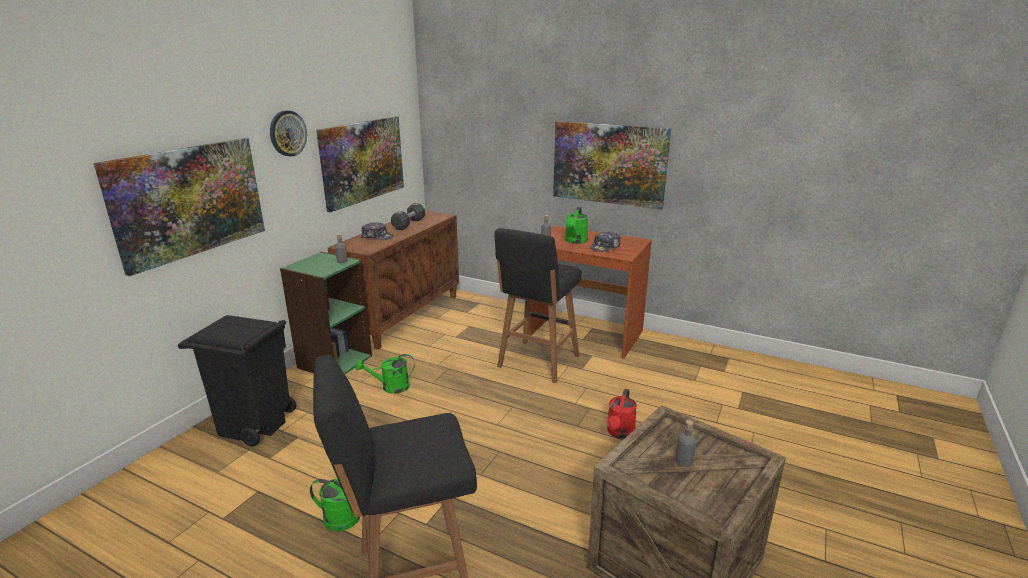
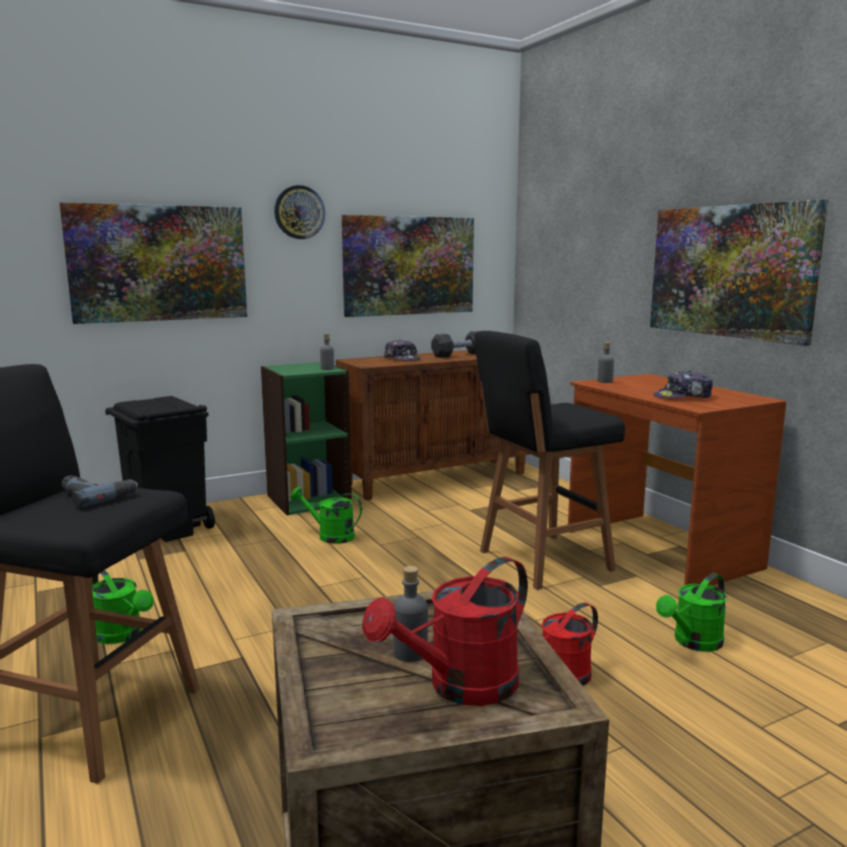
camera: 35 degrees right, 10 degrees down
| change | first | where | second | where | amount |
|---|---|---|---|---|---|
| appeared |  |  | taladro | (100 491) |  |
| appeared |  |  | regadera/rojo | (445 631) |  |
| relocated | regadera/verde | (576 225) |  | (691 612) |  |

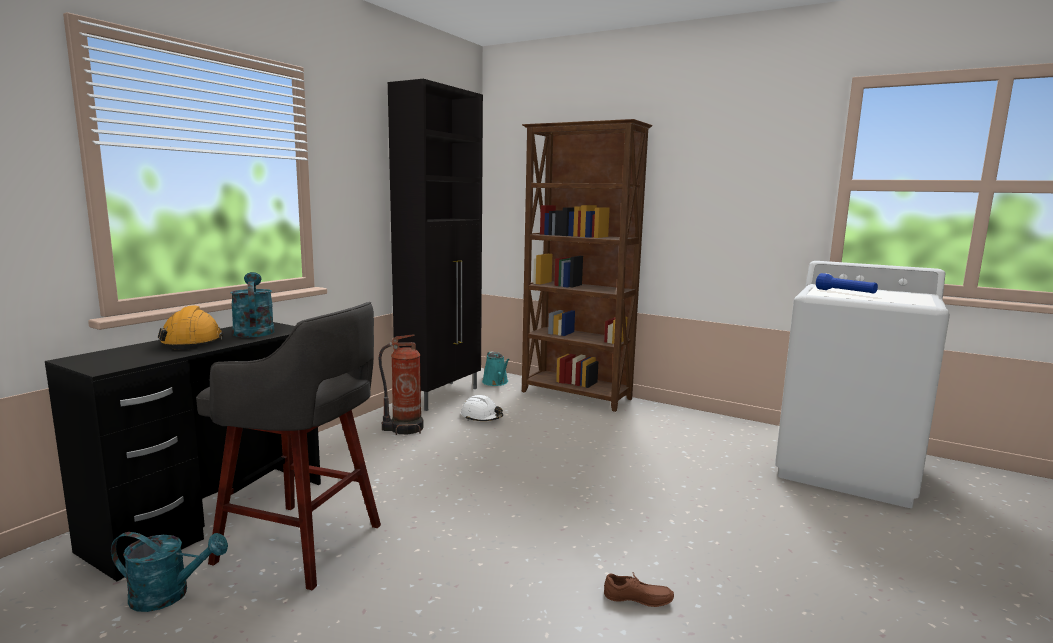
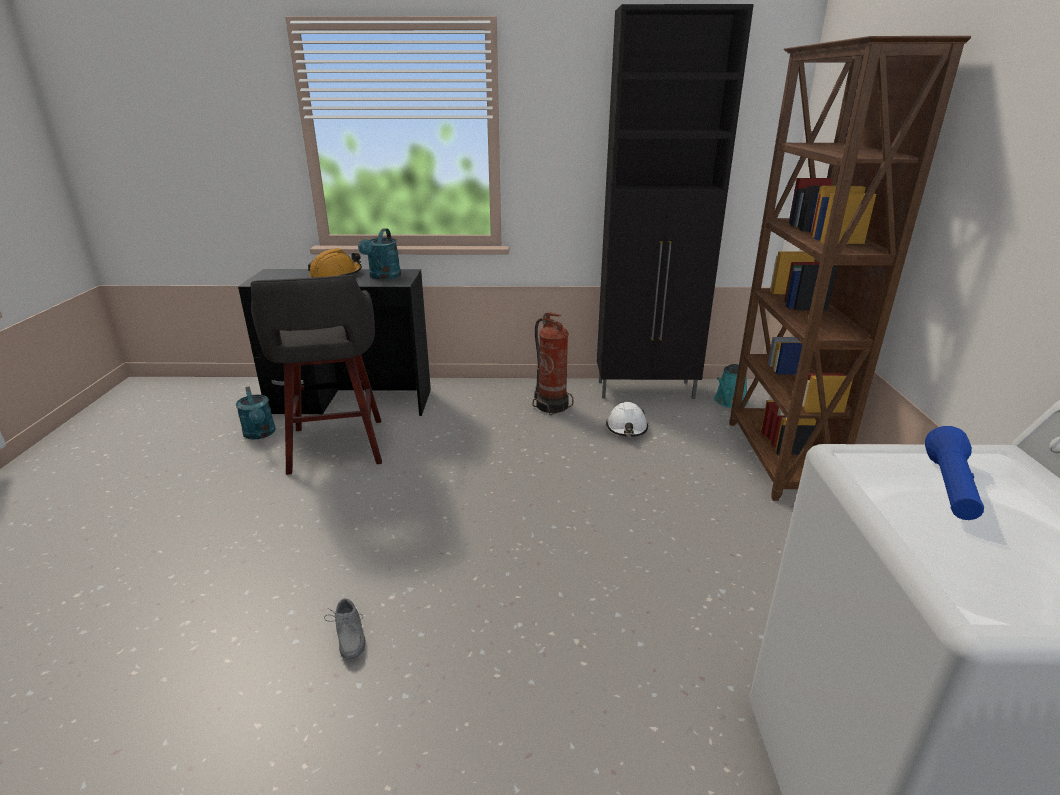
camera: 60 degrees right, 15 degrees up
| change | first | where | second | where | amount |
|---|---|---|---|---|---|
| colour | zapato/marrón | (639 589) | zapato/gris | (345 629) |  |
| spun | regadera/turquesa | (252 304) |  | (379 254) | 150 degrees clockwise |

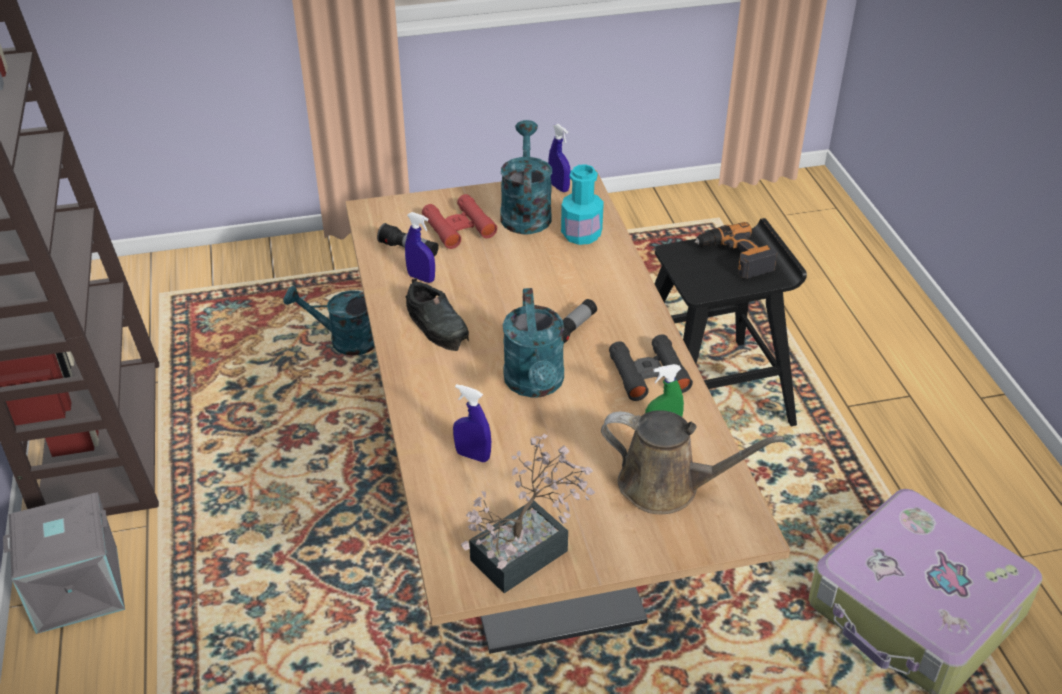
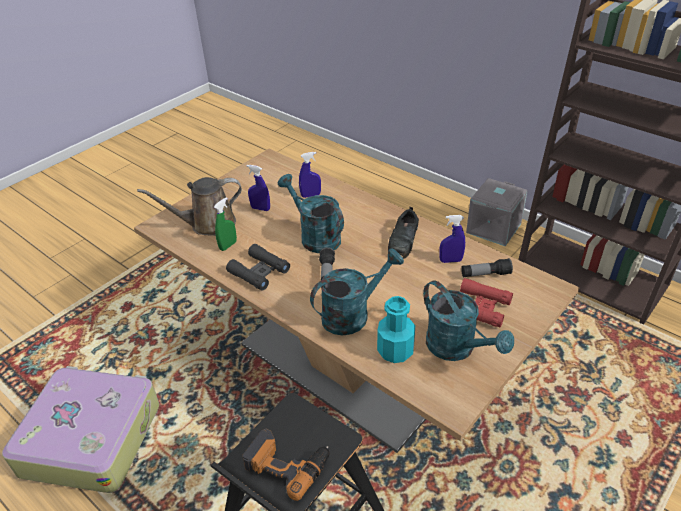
camera: 145 degrees right, 0 degrees up
| change | first | where | second | where | amount |
|---|---|---|---|---|---|
| relocated | pulverizador/azul | (559 158) |  | (258 188) |  |
| relocated | regadera/turquesa | (329 321) |  | (357 291) |  |
| spun | zapato/negro | (437 314) |  | (403 233) | 90 degrees counterclockwise |
| missing | planta en maceta | (528 513) |  |  |  |

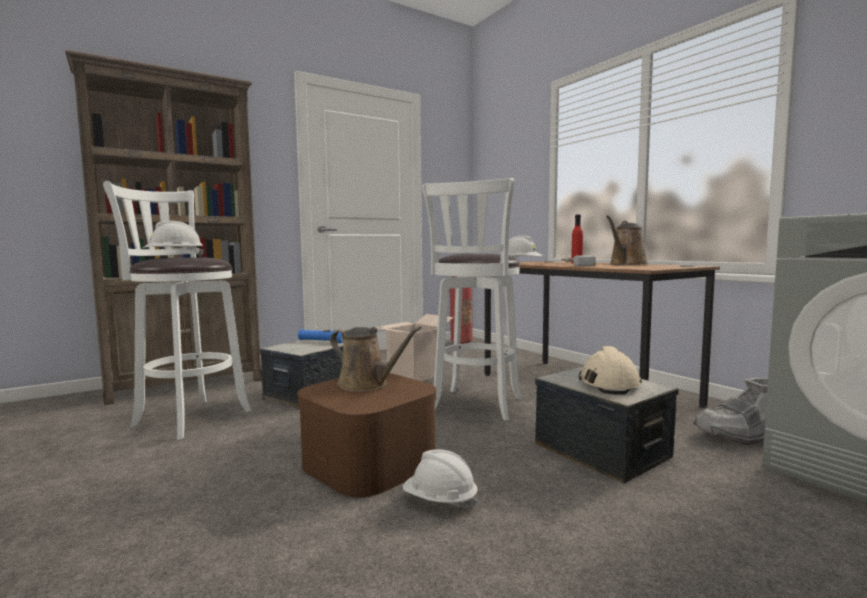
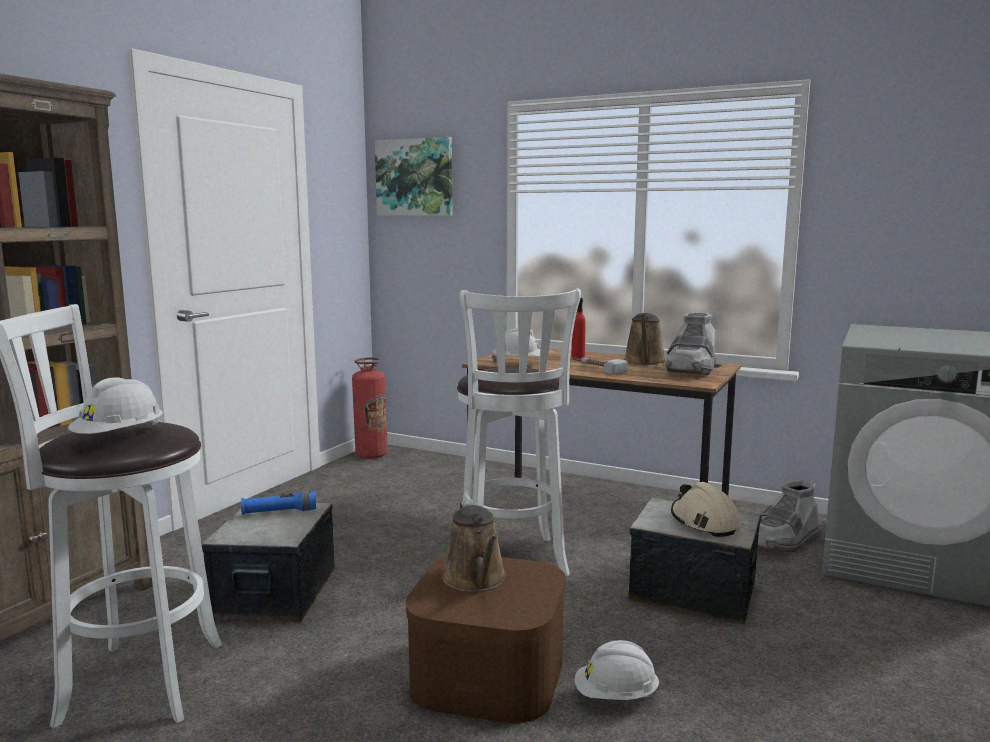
camera: 30 degrees left, 5 degrees up
| change | first | where | second | where | amount |
|---|---|---|---|---|---|
| appeared |  |  | cuadro | (414 176) |  |
| spun | regadera/marrón | (375 359) |  | (474 546) | 75 degrees clockwise |
| appeared |  |  | bota/gris | (691 343) |  |
| missing | caja de cartón | (412 347) |  |  |  |

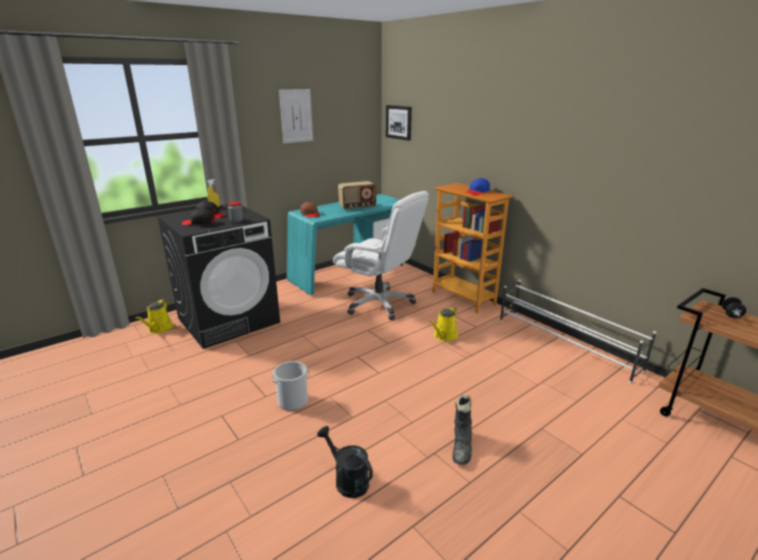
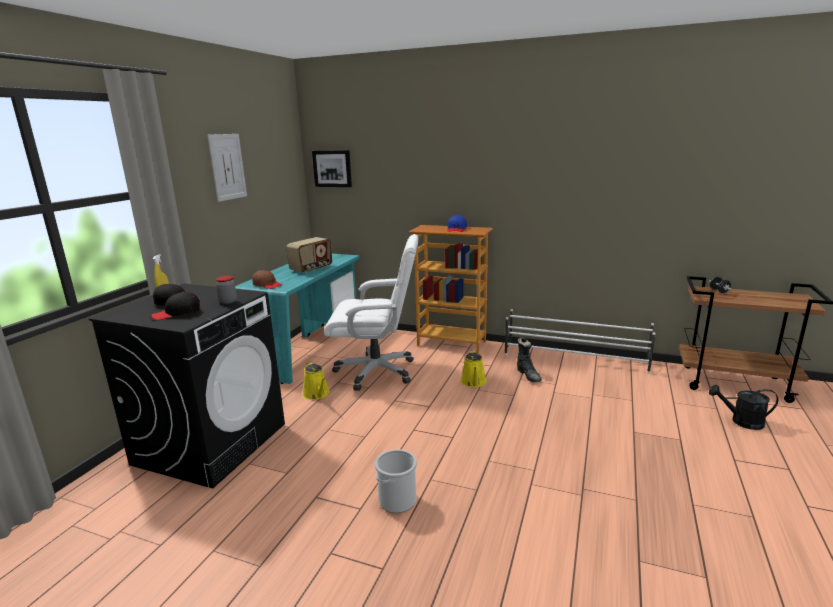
camera: 30 degrees left, 5 degrees down
| change | first | where | second | where | amount |
|---|---|---|---|---|---|
| relocated | regadera/amarillo | (154 316) |  | (316 380) |  |
| relocated | bota/negro | (462 430) |  | (529 360) |  |
| relocated | regadera/negro | (345 462) |  | (743 407) |  |

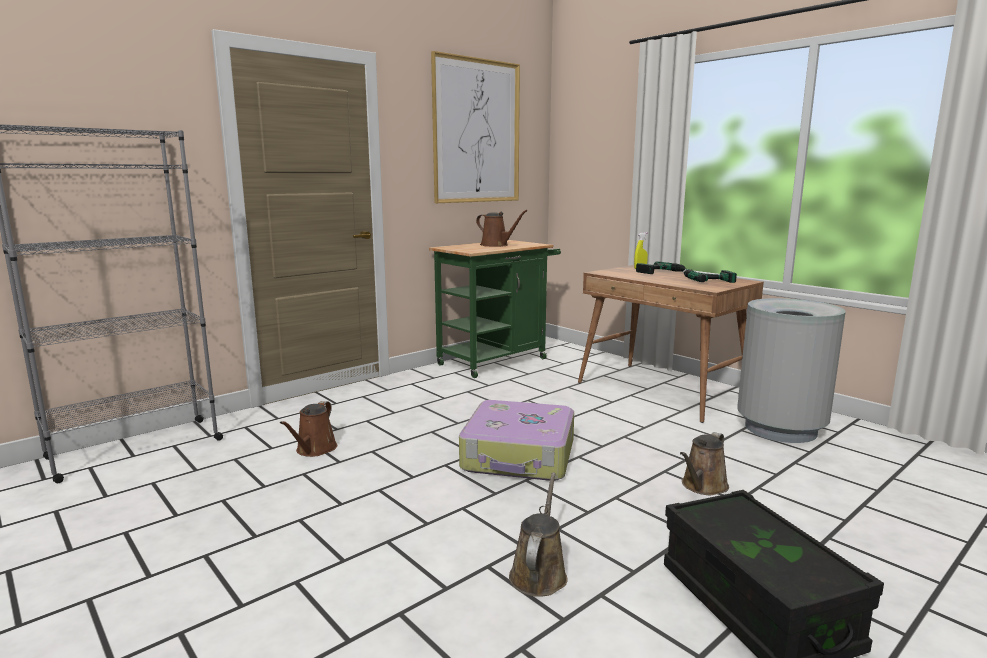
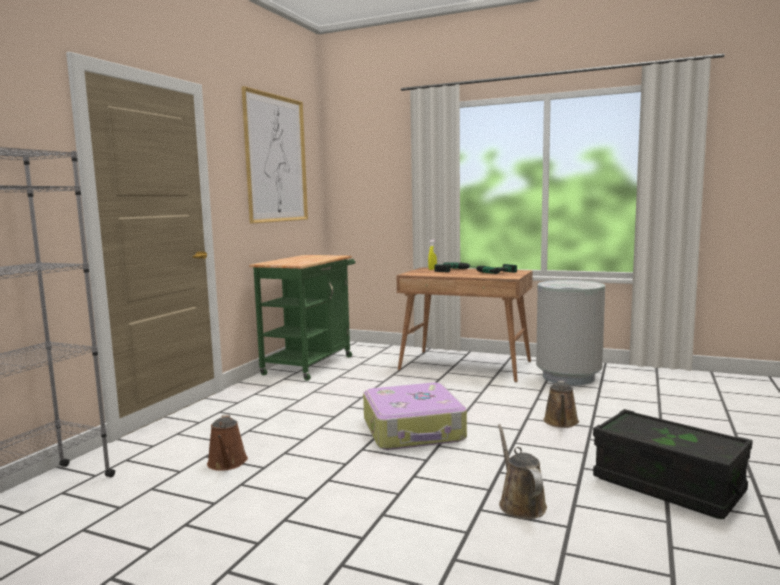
camera: 25 degrees left, 5 degrees down
| change | first | where | second | where | amount |
|---|---|---|---|---|---|
| missing | regadera/marrón | (501 228) |  |  |  |

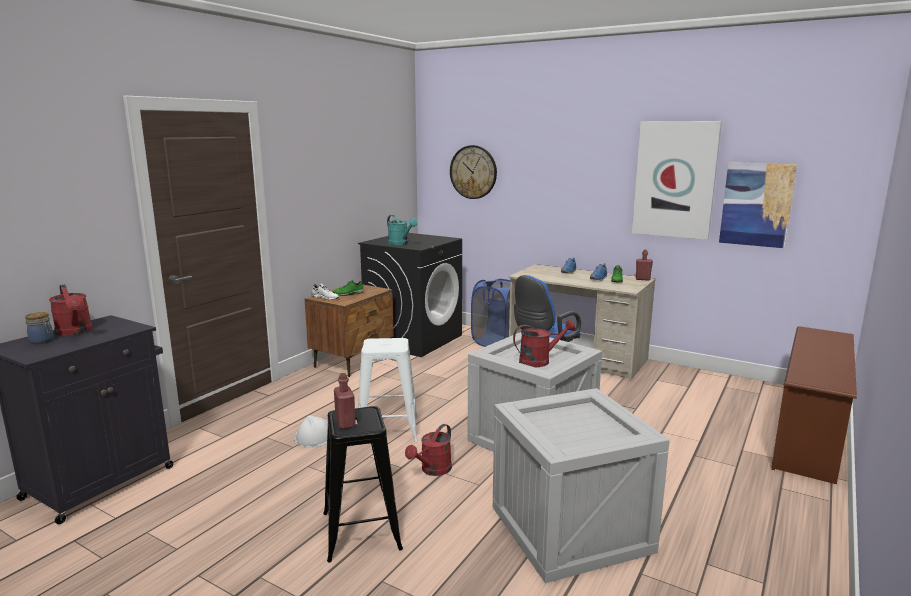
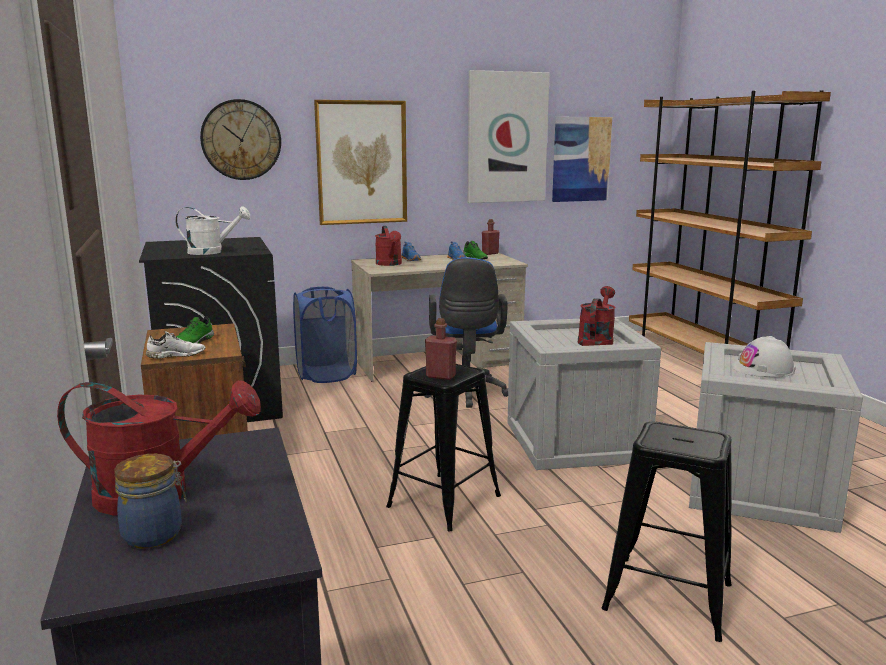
camera: 50 degrees left, 0 degrees up
| change | first | where | second | where | amount |
|---|---|---|---|---|---|
| colour | regadera/turquesa | (402 230) | regadera/blanco | (213 230) |  |
| appeared |  |  | cuadro | (360 162) |  |
| relocated | regadera/rojo | (428 450) |  | (388 246) |  |
| colour | taburete/blanco | (387 390) | taburete/negro | (443 448) |  |
| relocated | botella/rojo | (345 401) |  | (441 349) |  |
| exchanged | zapatero/marrón | (814 405) | estantería/marrón | (730 222) |  |
| relocated | casco/blanco | (311 431) |  | (764 356) |  |

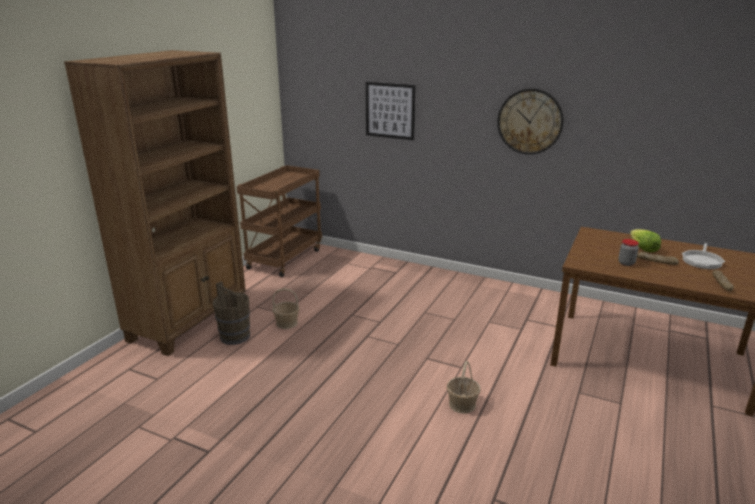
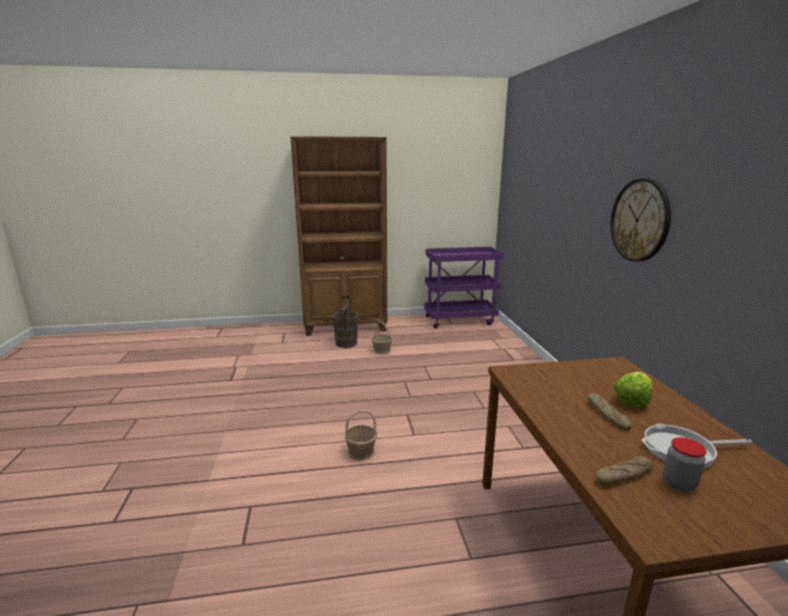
camera: 55 degrees right, 5 degrees down
| change | first | where | second | where | amount |
|---|---|---|---|---|---|
| colour | carrito/marrón | (279 221) | carrito/morado | (463 288) |  |
| relocated | tarro | (628 252) |  | (684 464) |  |
| missing | cuadro | (391 111) |  |  |  |

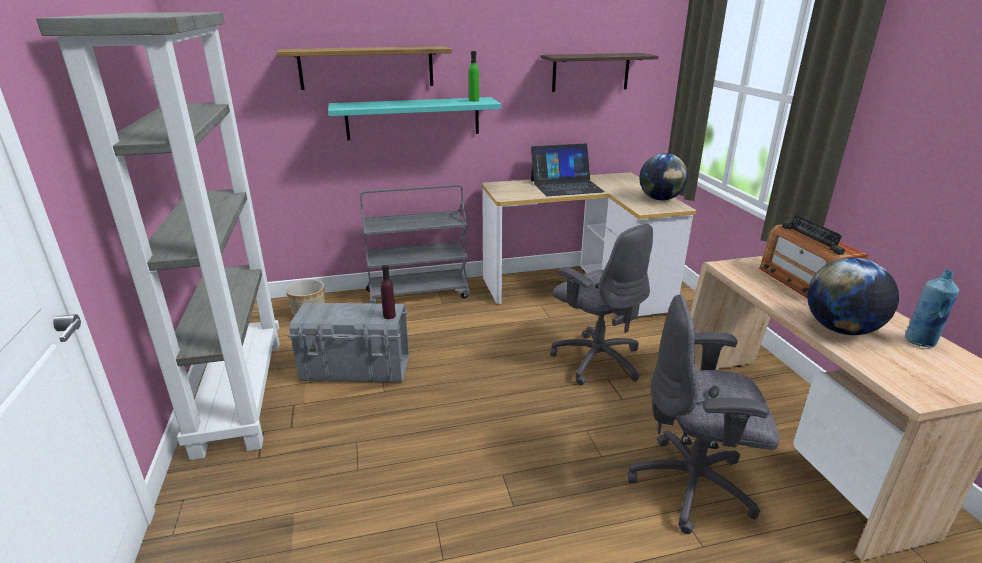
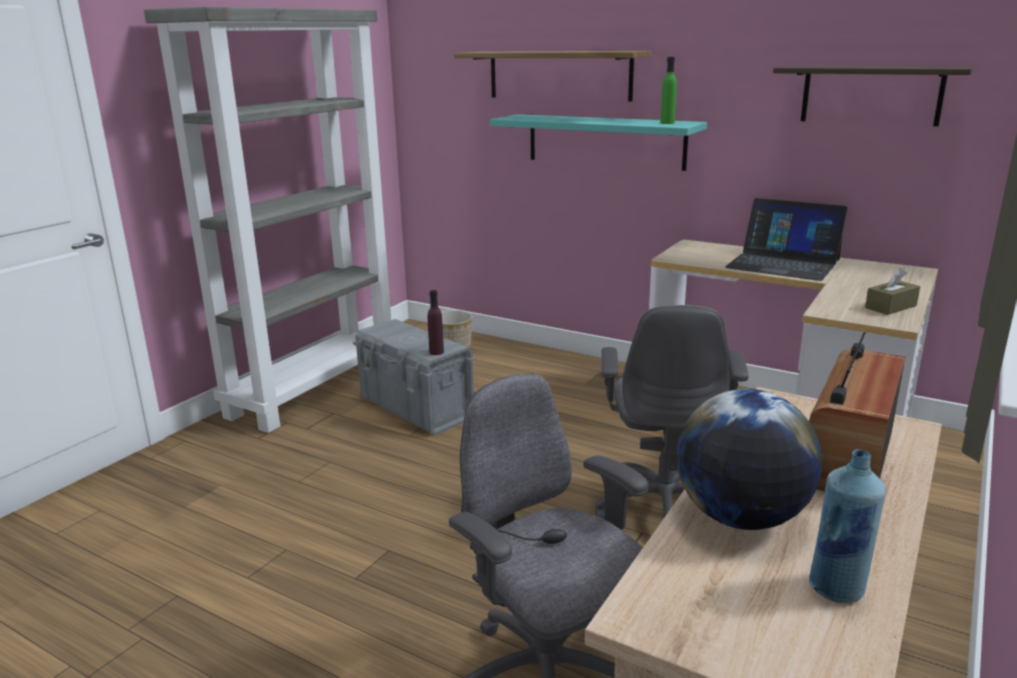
camera: 45 degrees right, 5 degrees down
| change | first | where | second | where | amount |
|---|---|---|---|---|---|
| exchanged | globo terráqueo | (663 176) | caja de pañuelos/marrón | (892 291) |  |
| missing | carrito/gris | (415 244) |  |  |  |

